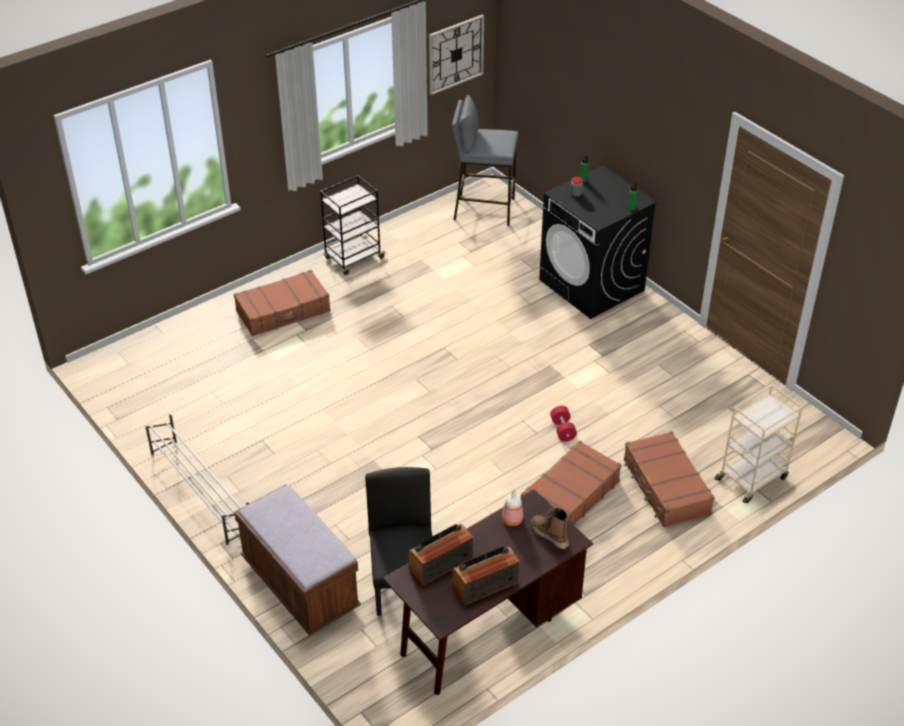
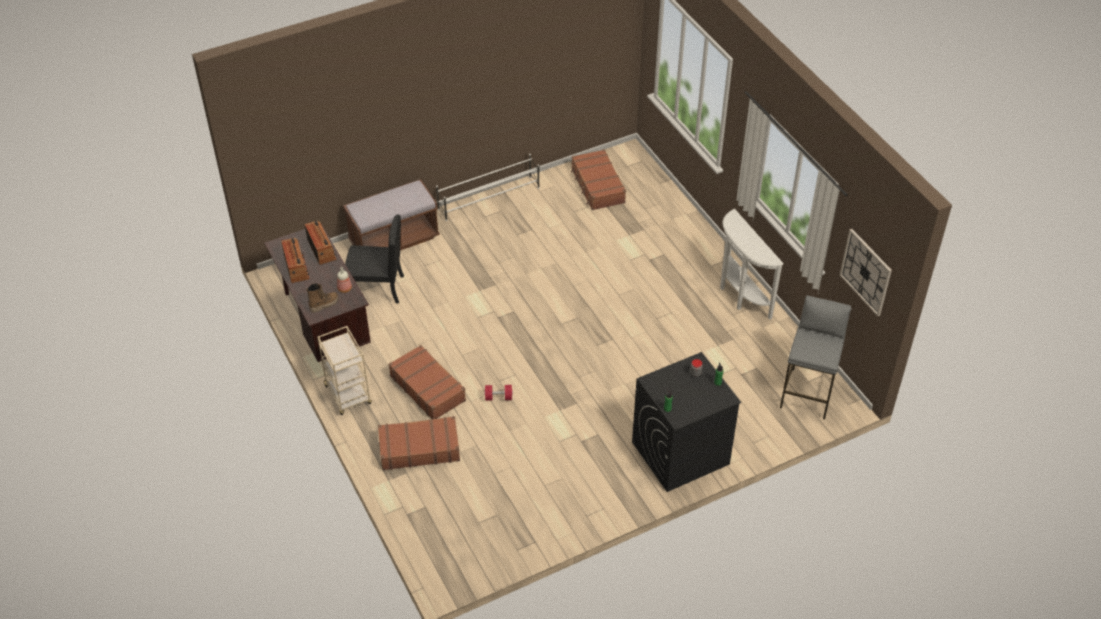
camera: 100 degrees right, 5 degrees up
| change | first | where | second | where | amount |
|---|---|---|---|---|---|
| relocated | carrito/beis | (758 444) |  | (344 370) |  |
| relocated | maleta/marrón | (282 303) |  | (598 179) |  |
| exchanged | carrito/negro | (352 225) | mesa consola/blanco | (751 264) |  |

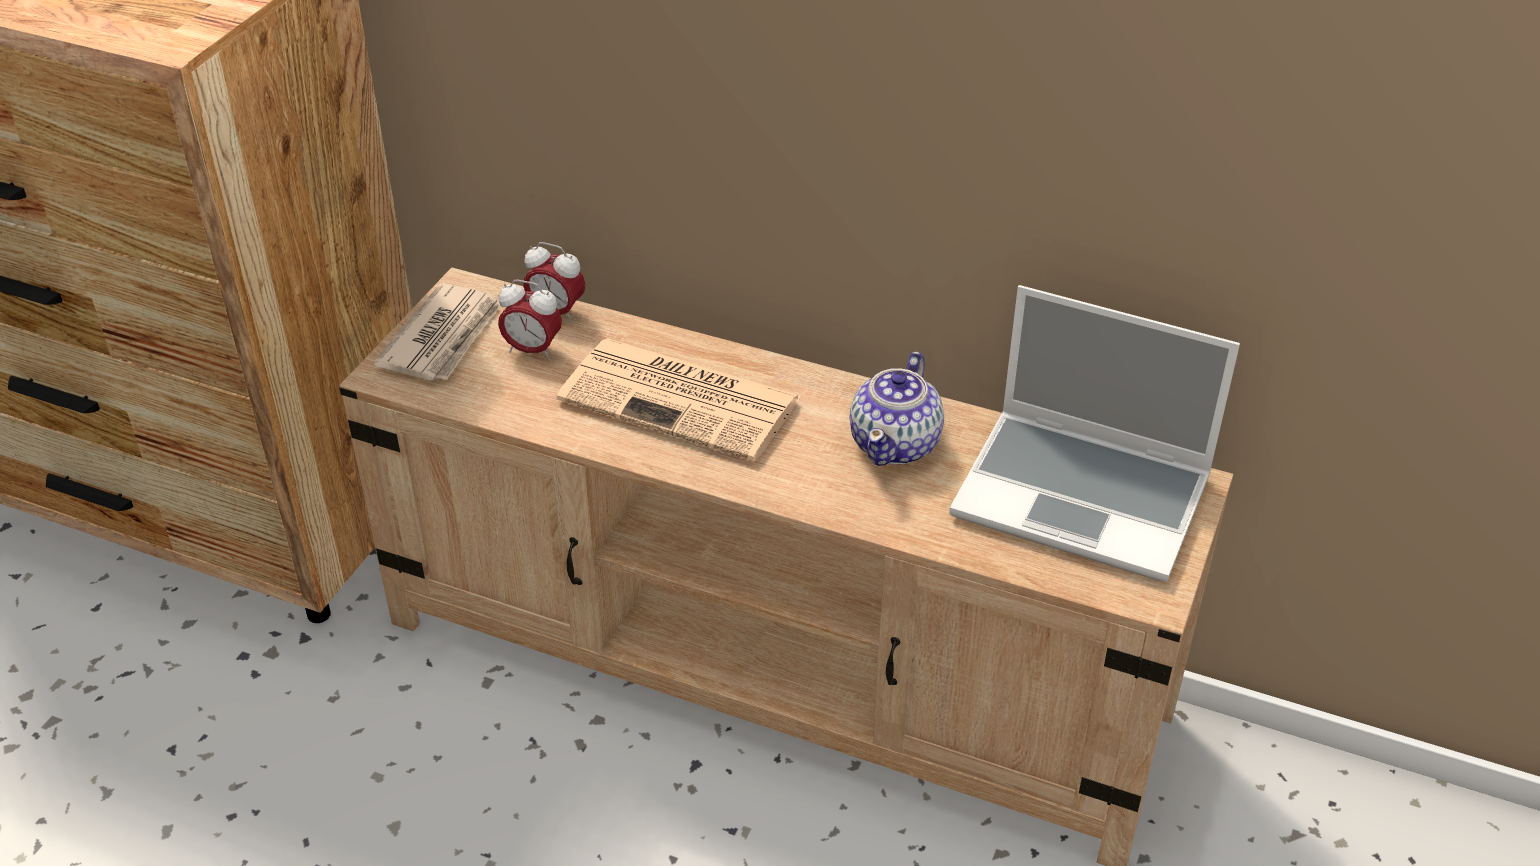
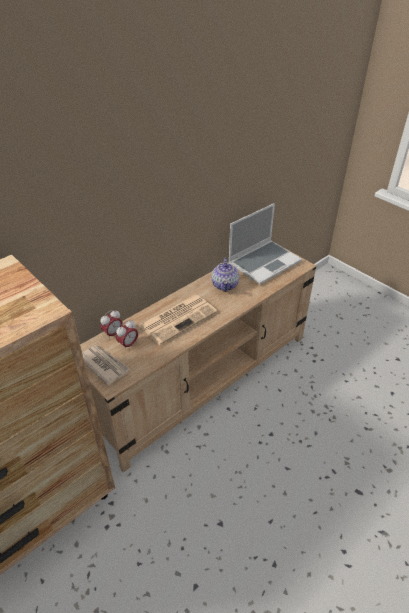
camera: 65 degrees left, 0 degrees up
| change | first | where | second | where | amount |
|---|---|---|---|---|---|
| spun | tetera | (897 409) |  | (225 274) | 45 degrees clockwise |

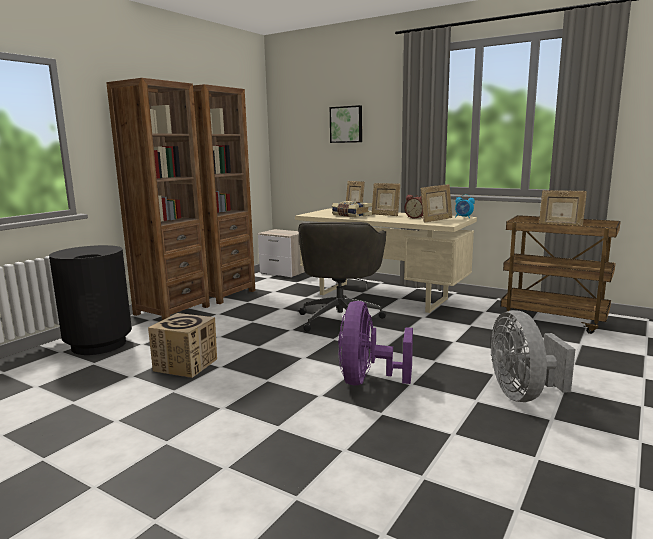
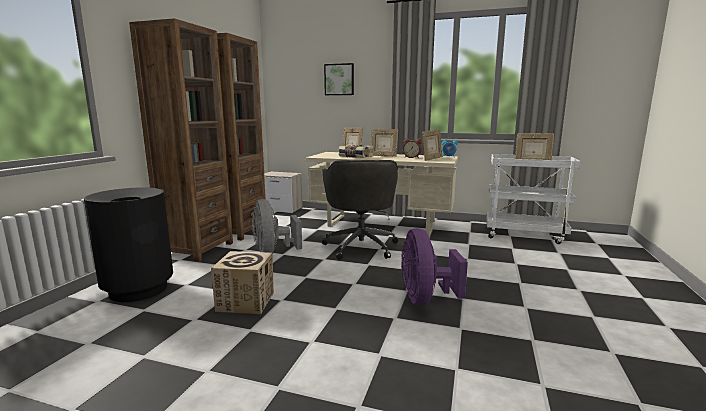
camera: 15 degrees left, 0 degrees up
| change | first | where | second | where | amount |
|---|---|---|---|---|---|
| relocated | ventilador/gris | (533 356) |  | (277 226) |  |
| colour | carrito/marrón | (561 274) | carrito/blanco | (534 199) |  |

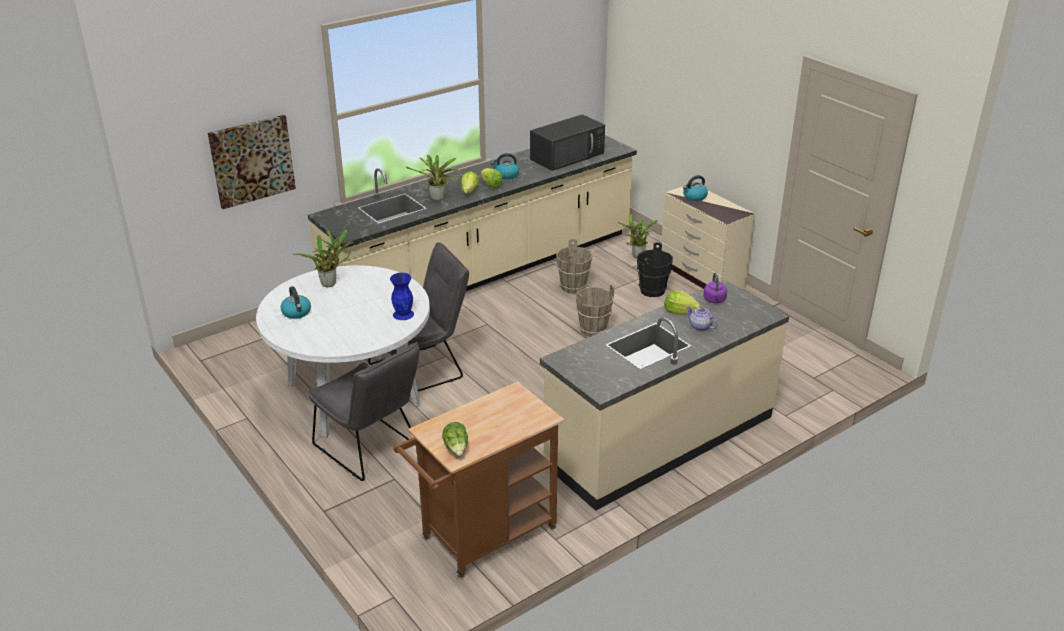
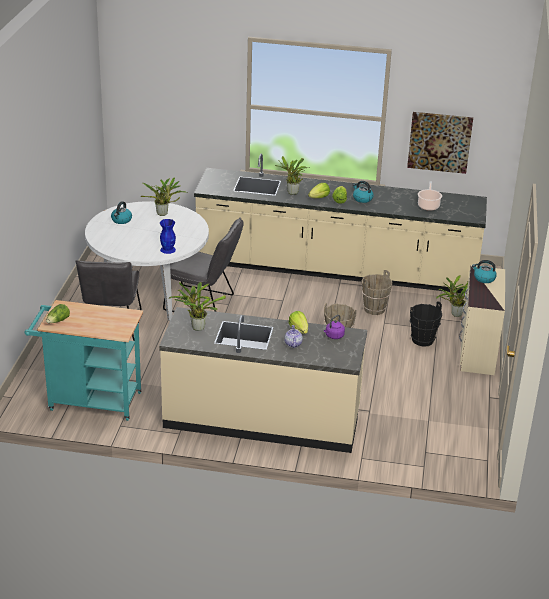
camera: 45 degrees right, 0 degrees up
| change | first | where | second | where | amount |
|---|---|---|---|---|---|
| colour | carrito/marrón | (479 480) | carrito/turquesa | (84 360) |  |
| appeared |  |  | planta en maceta | (197 306) |  |
| relocated | cuadro | (252 162) |  | (440 143) |  |
| exchanged | microondas/negro | (567 142) | olla | (430 196) |  |

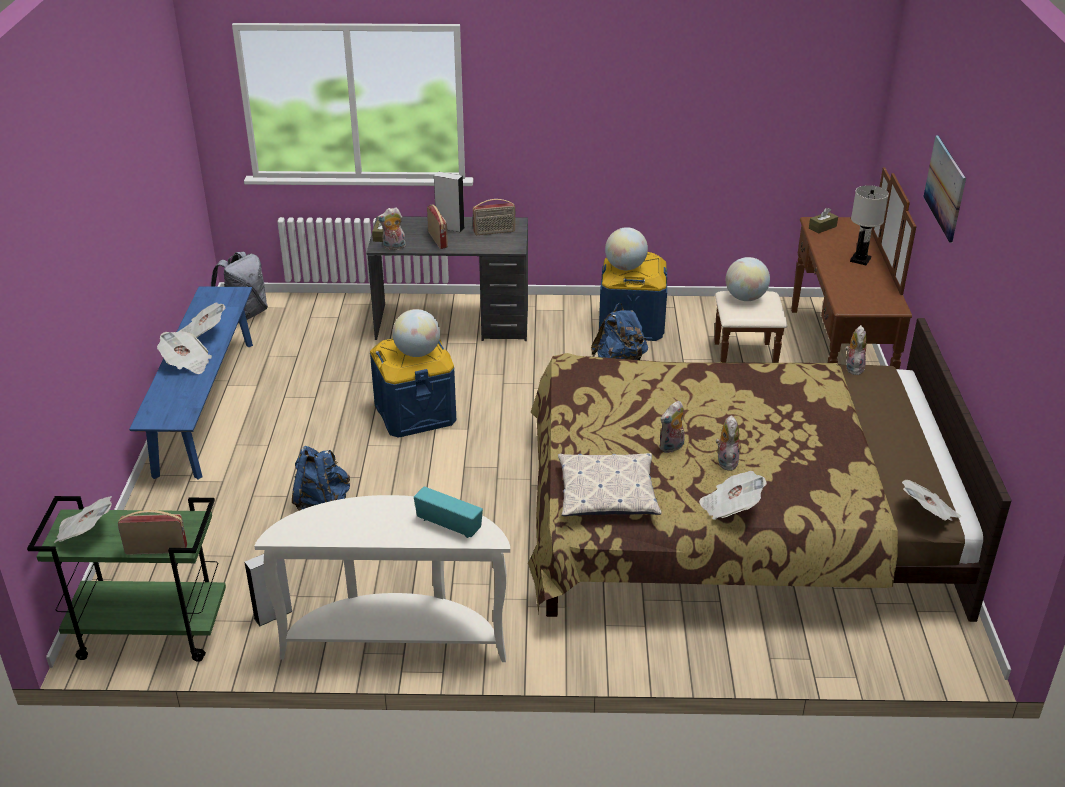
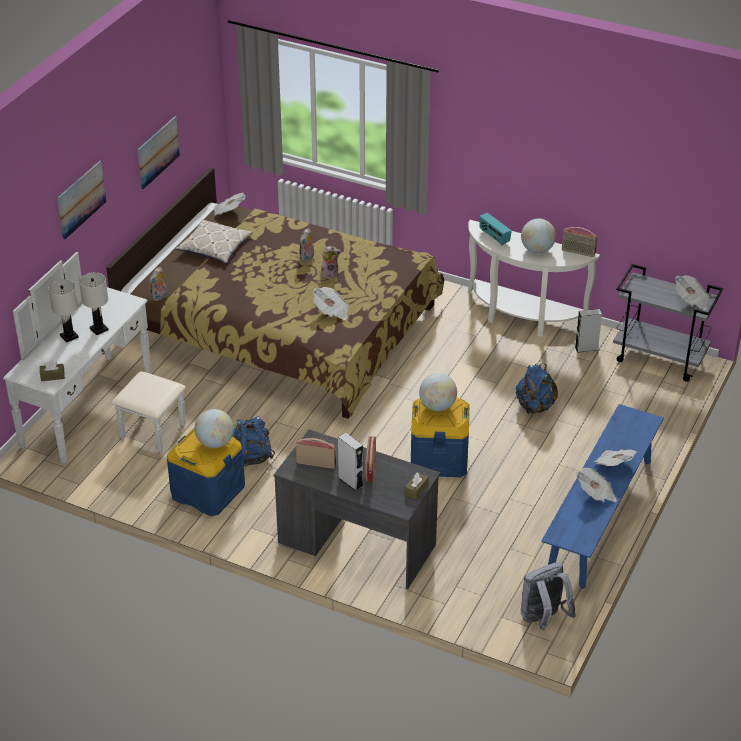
camera: 155 degrees left, 5 degrees up
| change | first | where | second | where | amount |
|---|---|---|---|---|---|
| colour | cómoda/marrón | (815 268) | cómoda/blanco | (94 358) |  |
| appeared |  |  | lámpara de mesa/blanco | (93 303) |  |
| appeared |  |  | cuadro | (158 152) |  |
| relocated | cojín | (610 484) |  | (214 241) |  |
| relocated | periódico | (733 495) |  | (331 303) |  |
| relocated | globo terráqueo | (748 279) |  | (538 236) |  |
| relocated | radio | (152 532) |  | (580 242) |  |
| colour | carrito/verde | (126 579) | carrito/gris | (668 323) |  |
| missing | peluche | (391 228) |  |  |  |

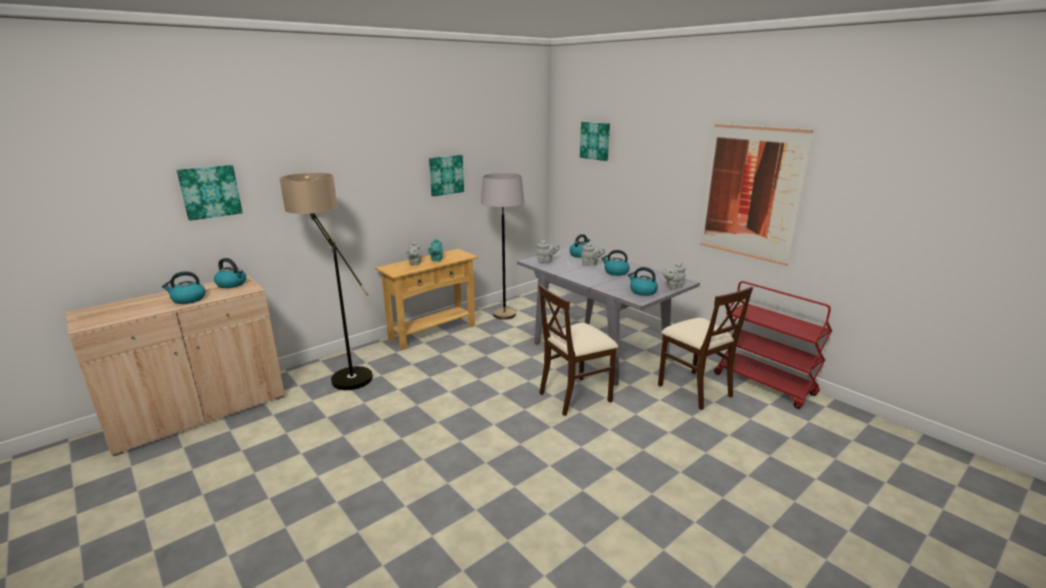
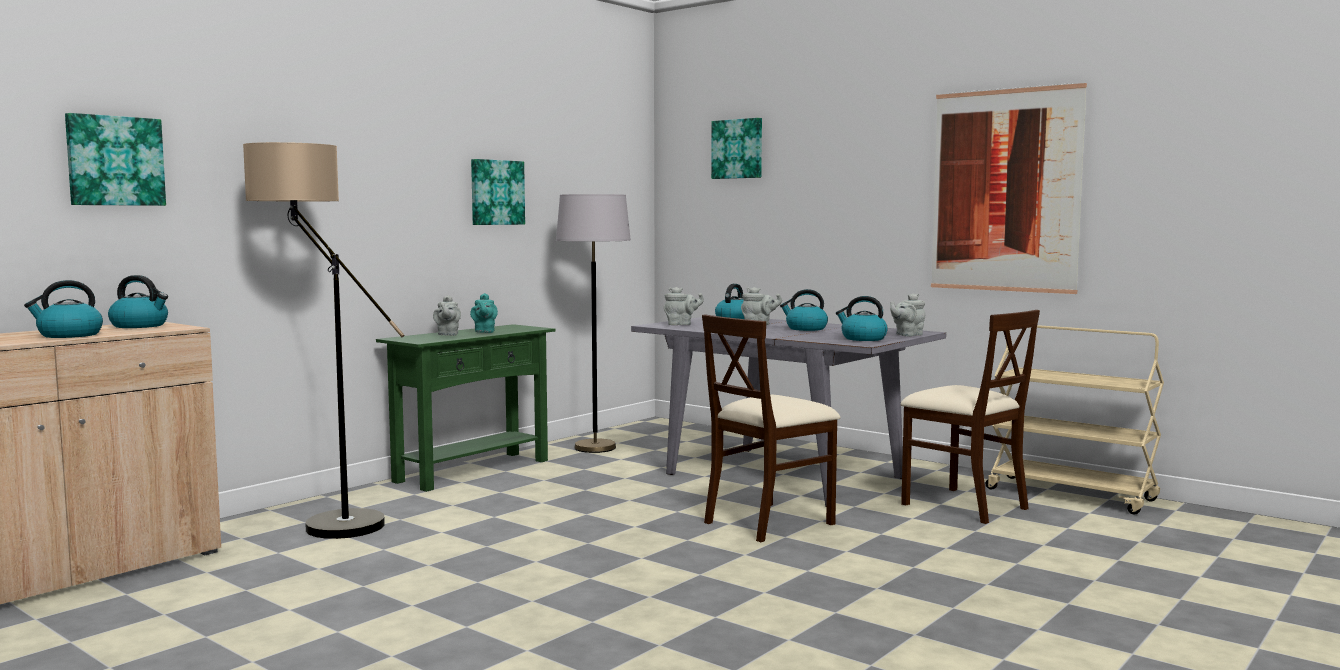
camera: 10 degrees left, 15 degrees down
| change | first | where | second | where | amount |
|---|---|---|---|---|---|
| colour | mesa consola/beis | (426 299) | mesa consola/verde | (466 408) |  |
| colour | carrito/rojo | (773 345) | carrito/beis | (1074 419) |  |

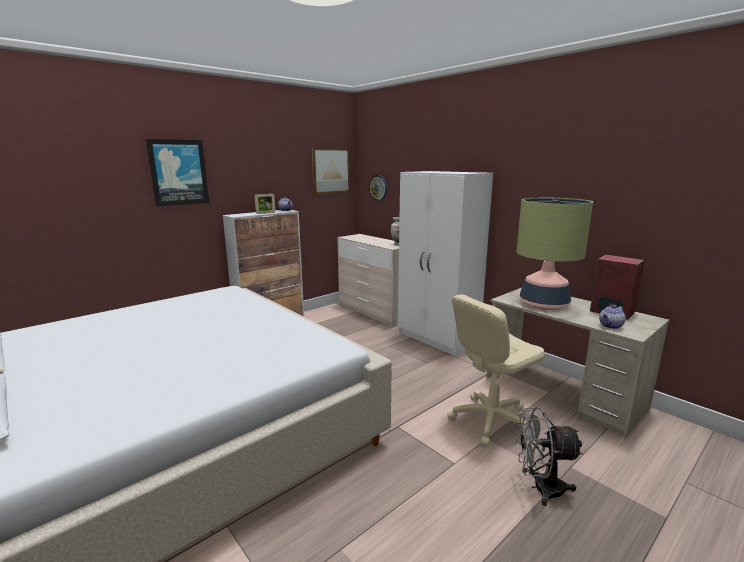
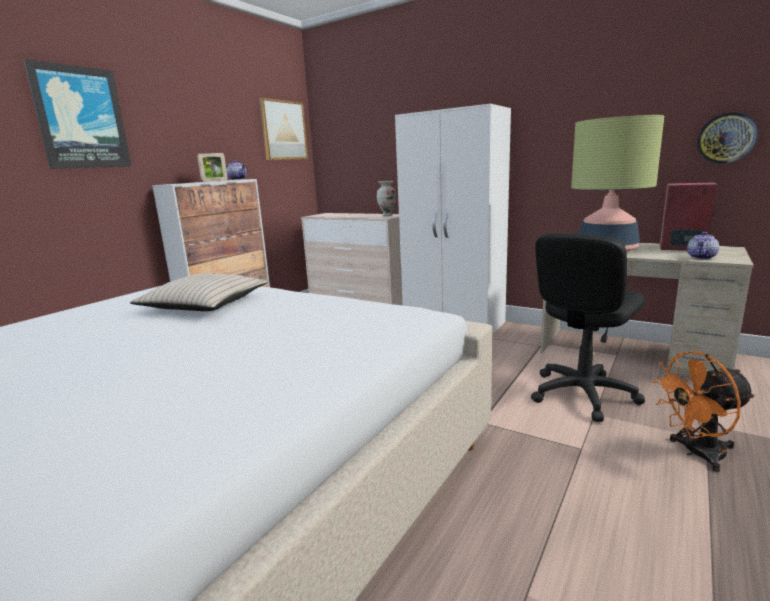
camera: 15 degrees left, 0 degrees up
| change | first | where | second | where | amount |
|---|---|---|---|---|---|
| appeared |  |  | cojín/beis | (199 292) |  |
| colour | silla de oficina/beis | (496 370) | silla de oficina/negro | (588 327) |  |
| colour | ventilador/gris | (549 456) | ventilador/naranja | (703 411) |  |
| relocated | reloj de pared | (378 188) |  | (727 138) |  |

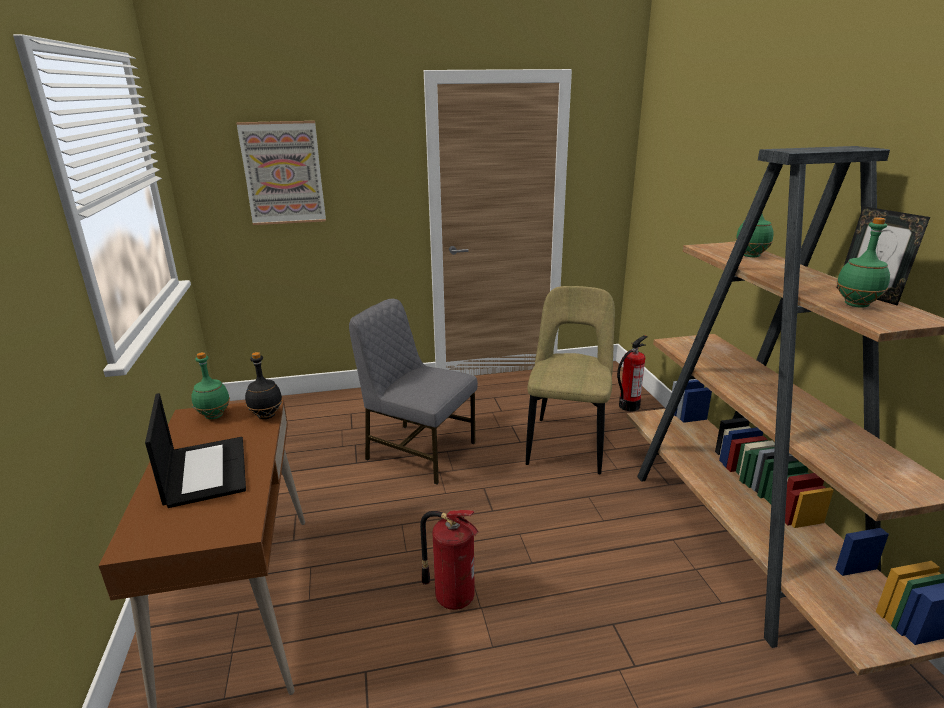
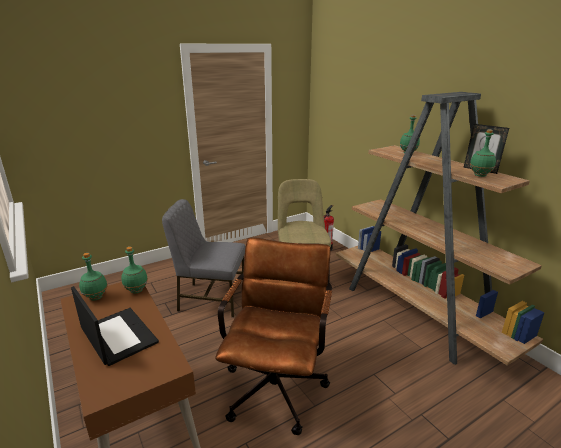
camera: 20 degrees left, 0 degrees up
| change | first | where | second | where | amount |
|---|---|---|---|---|---|
| colour | botella/negro | (263 385) | botella/verde | (134 270) |  |
| exchanged | extintor | (449 560) | silla de oficina/marrón | (273 336) |  |
| missing | cuadro | (281 173) |  |  |  |

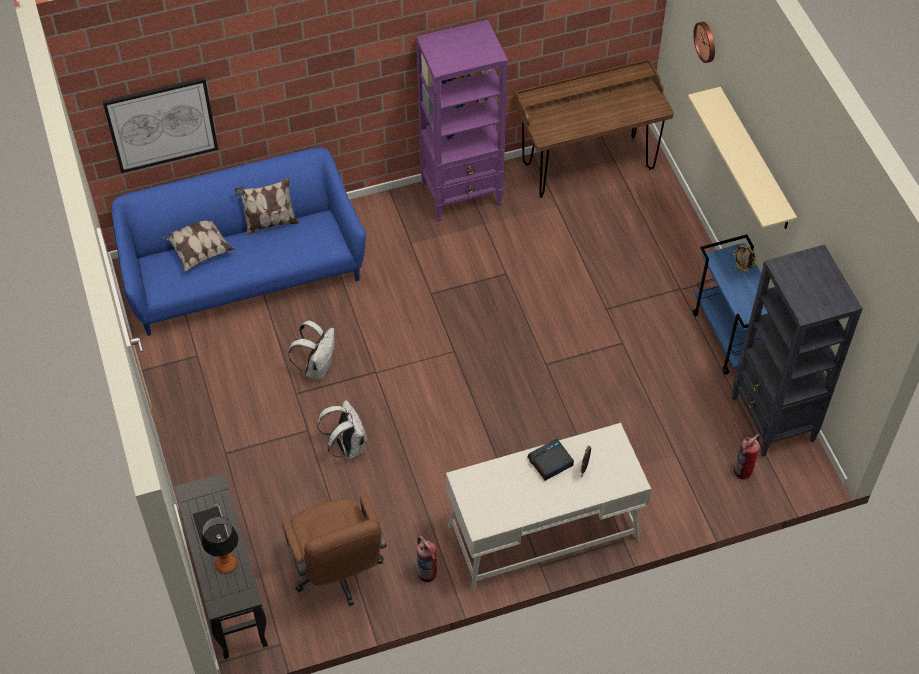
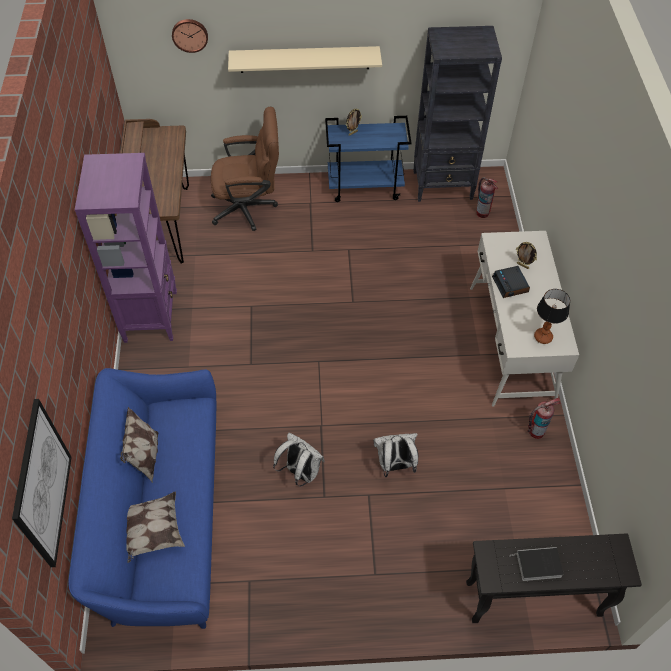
camera: 75 degrees left, 0 degrees up
| change | first | where | second | where | amount |
|---|---|---|---|---|---|
| relocated | silla de oficina/marrón | (334 549) |  | (245 169) |  |
| relocated | lámpara de mesa | (220 545) |  | (552 316) |  |

